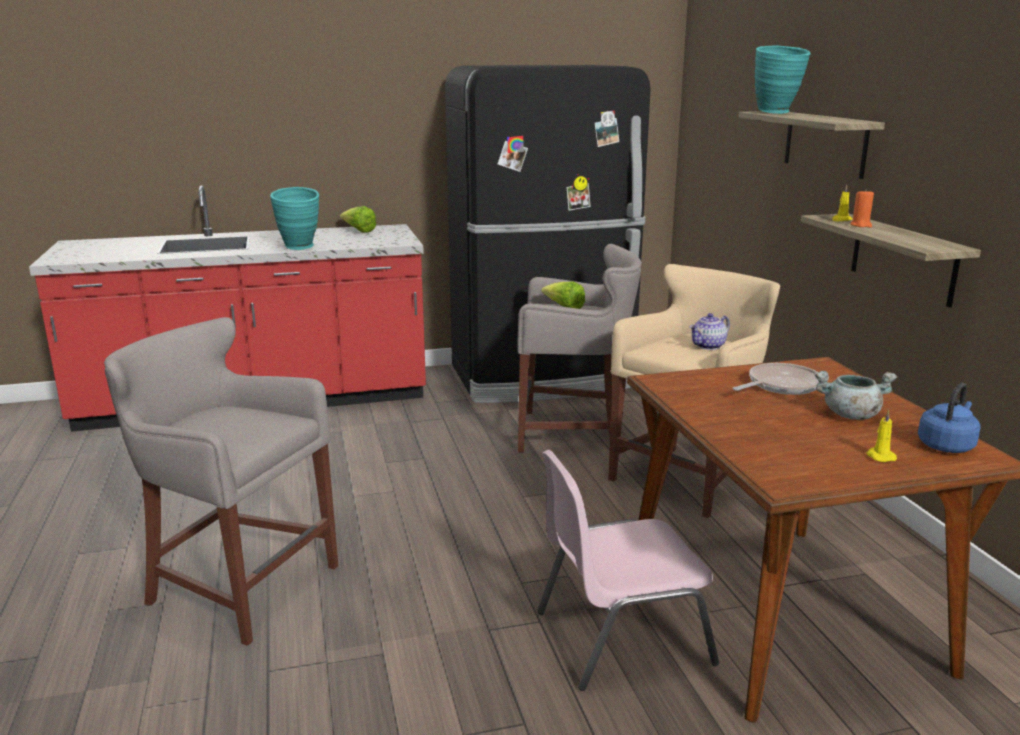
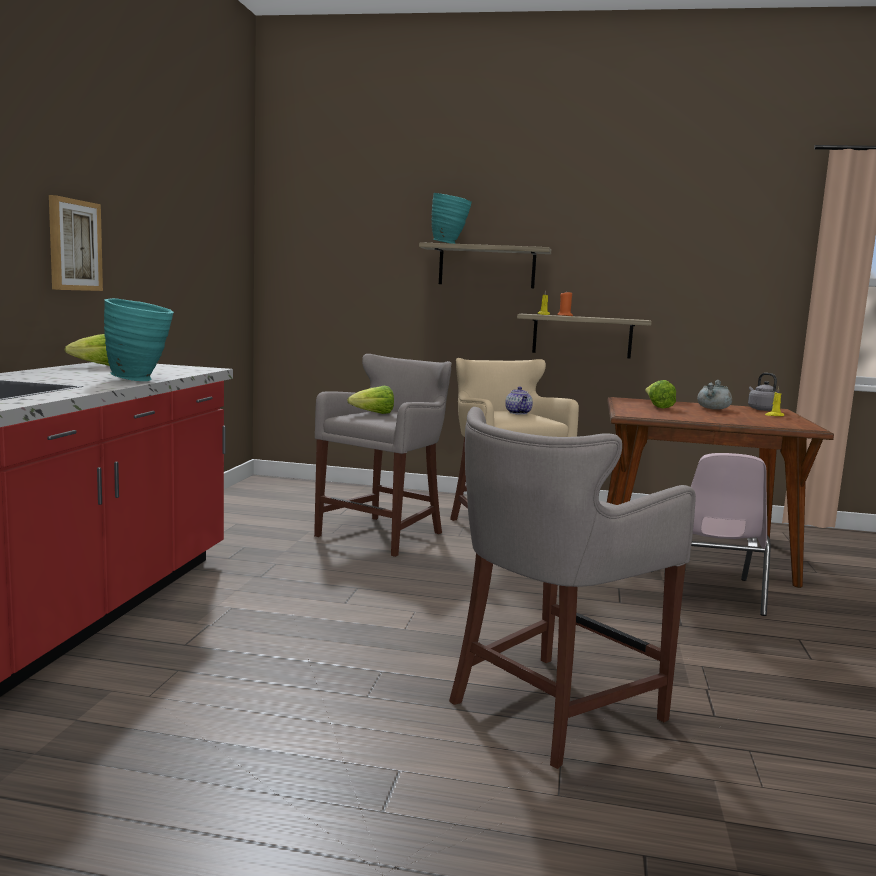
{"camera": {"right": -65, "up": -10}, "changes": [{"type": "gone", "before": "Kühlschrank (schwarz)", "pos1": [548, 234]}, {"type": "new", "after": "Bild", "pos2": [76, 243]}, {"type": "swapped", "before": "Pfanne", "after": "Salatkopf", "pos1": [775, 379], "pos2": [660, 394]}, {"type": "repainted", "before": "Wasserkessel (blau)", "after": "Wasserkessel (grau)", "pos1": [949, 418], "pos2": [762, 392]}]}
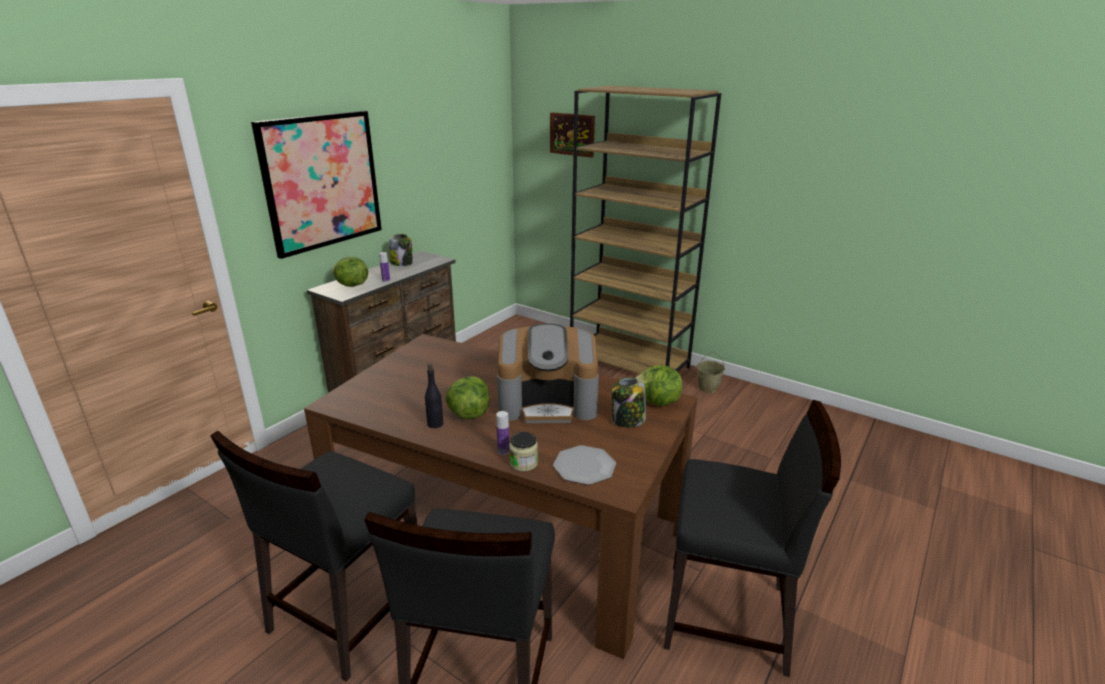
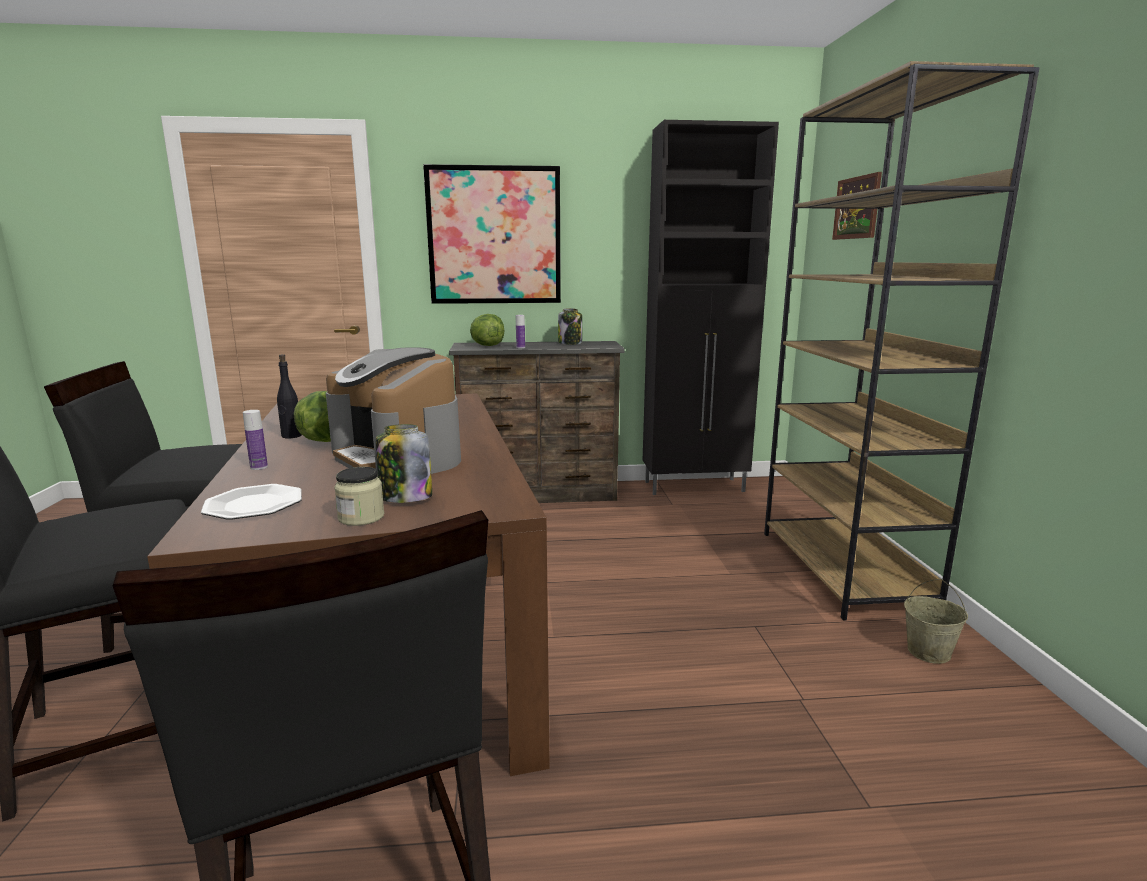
{"camera": {"right": 50, "up": -10}, "changes": [{"type": "gone", "before": "Salatkopf", "pos1": [659, 385]}, {"type": "new", "after": "Schrank (schwarz)", "pos2": [711, 307]}, {"type": "shifted", "before": "Vorratsglas", "pos1": [523, 452], "pos2": [359, 496]}]}
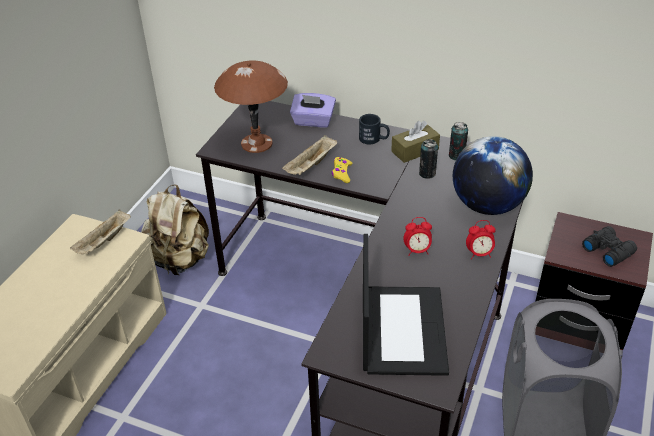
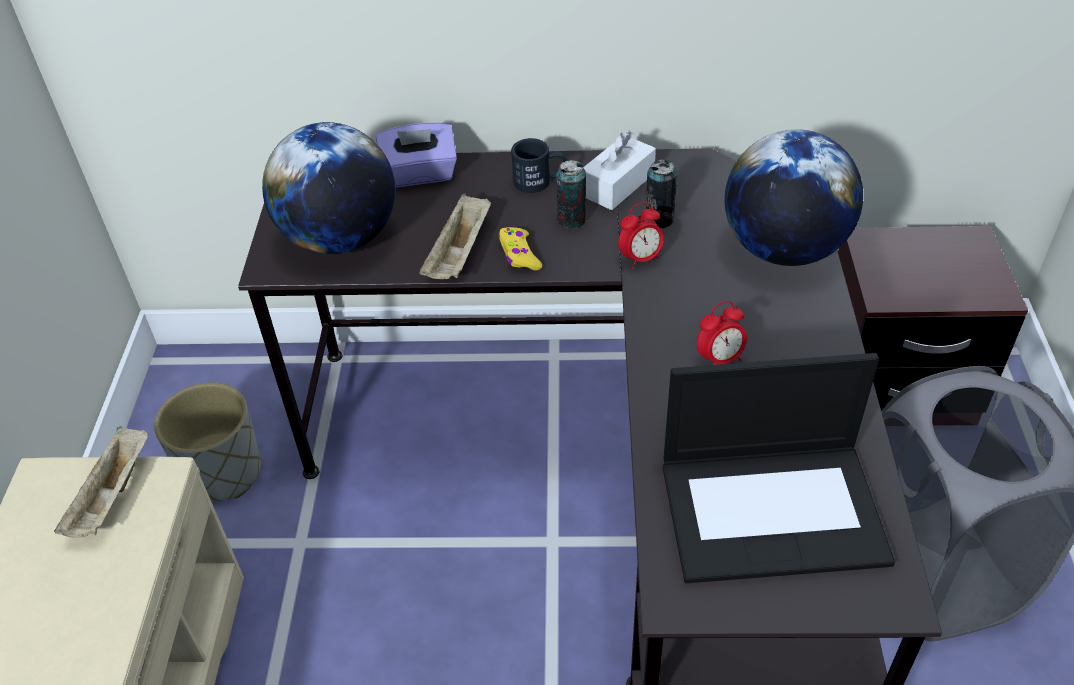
{"camera": {"right": -20, "up": 5}, "changes": [{"type": "gone", "before": "Fernglas (schwarz)", "pos1": [609, 246]}, {"type": "shifted", "before": "Dose", "pos1": [458, 141], "pos2": [571, 194]}, {"type": "shifted", "before": "Wecker", "pos1": [481, 239], "pos2": [641, 236]}, {"type": "swapped", "before": "Rucksack (beige)", "after": "Pflanzkübel (grau)", "pos1": [175, 230], "pos2": [207, 442]}, {"type": "swapped", "before": "Tischlampe (braun)", "after": "Globus", "pos1": [251, 107], "pos2": [328, 188]}, {"type": "repainted", "before": "Taschentuchbox (braun)", "after": "Taschentuchbox (weiß)", "pos1": [415, 142], "pos2": [619, 170]}, {"type": "rotated", "before": "Laptop", "pos1": [406, 305], "pos2": [779, 468], "turn": 105}]}
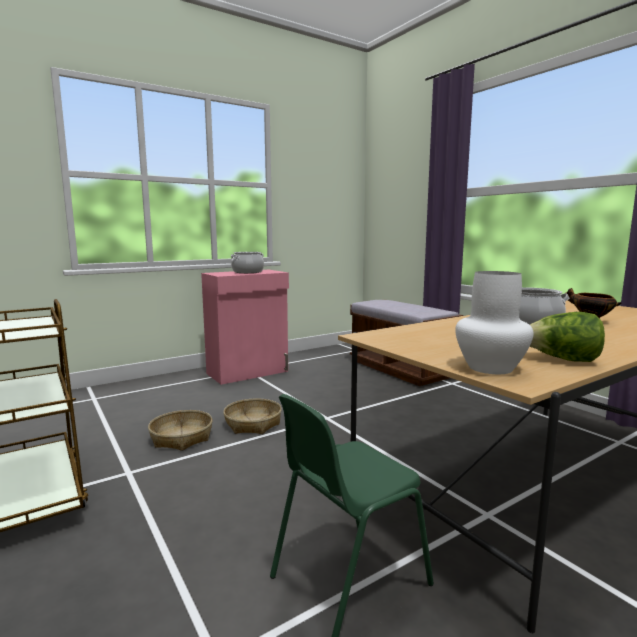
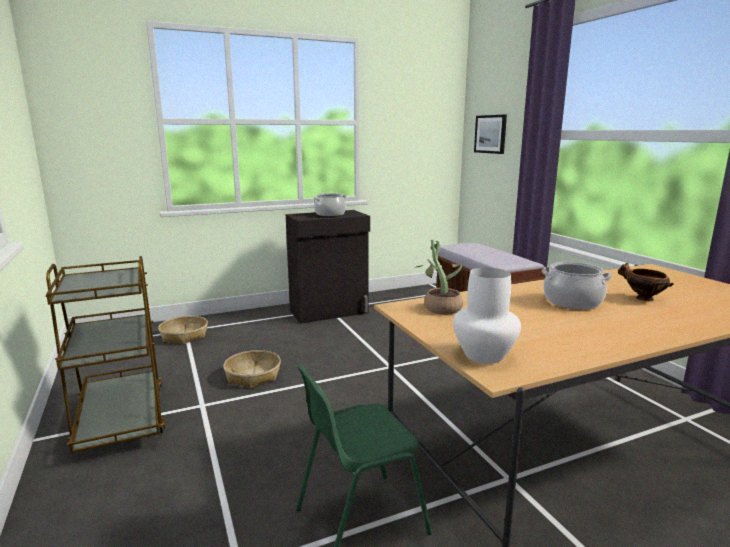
{"camera": {"right": 10, "up": 5}, "changes": [{"type": "gone", "before": "Salatkopf", "pos1": [567, 337]}, {"type": "new", "after": "Topfpflanze", "pos2": [439, 277]}, {"type": "new", "after": "Bild", "pos2": [490, 134]}, {"type": "shifted", "before": "Korb", "pos1": [252, 416], "pos2": [183, 330]}, {"type": "repainted", "before": "Schrank (rosa)", "after": "Schrank (schwarz)", "pos1": [245, 327], "pos2": [328, 267]}]}
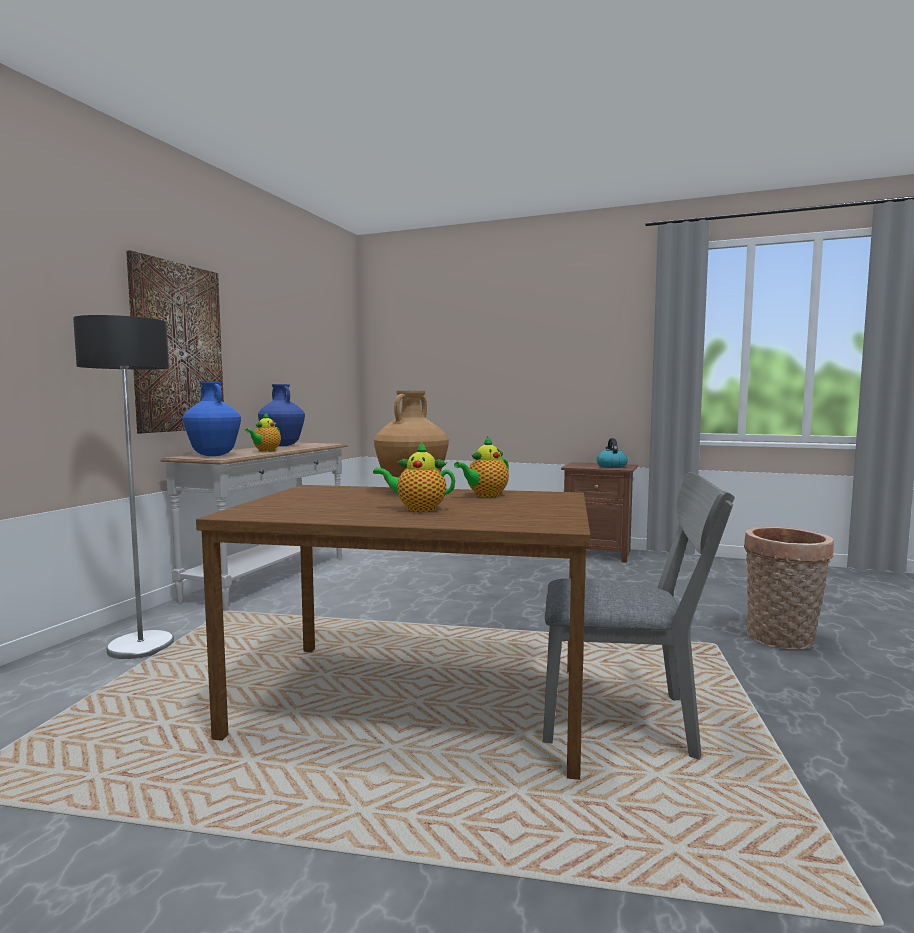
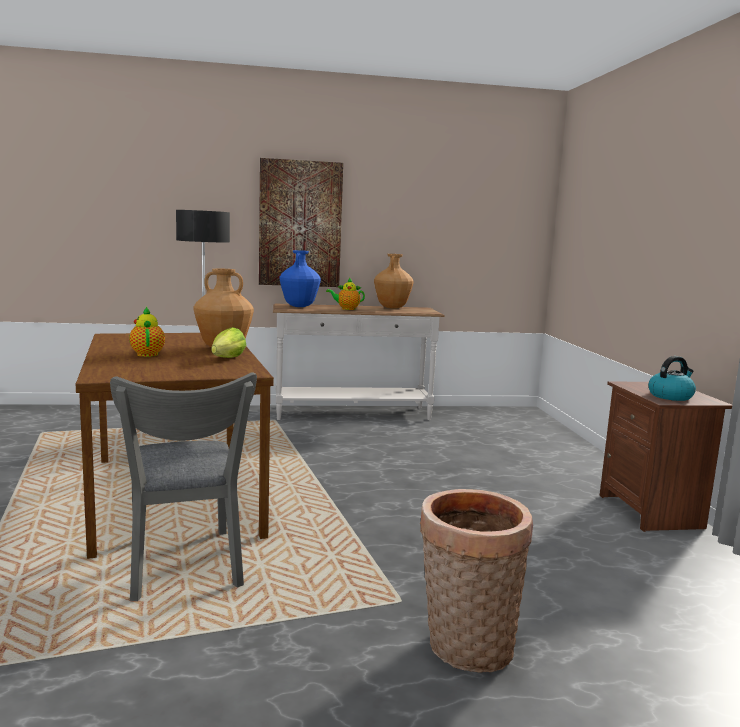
{"camera": {"right": 60, "up": 5}, "changes": [{"type": "swapped", "before": "Teekanne", "after": "Salatkopf", "pos1": [481, 466], "pos2": [228, 342]}, {"type": "repainted", "before": "Vase (blau)", "after": "Vase (braun)", "pos1": [281, 415], "pos2": [394, 281]}]}
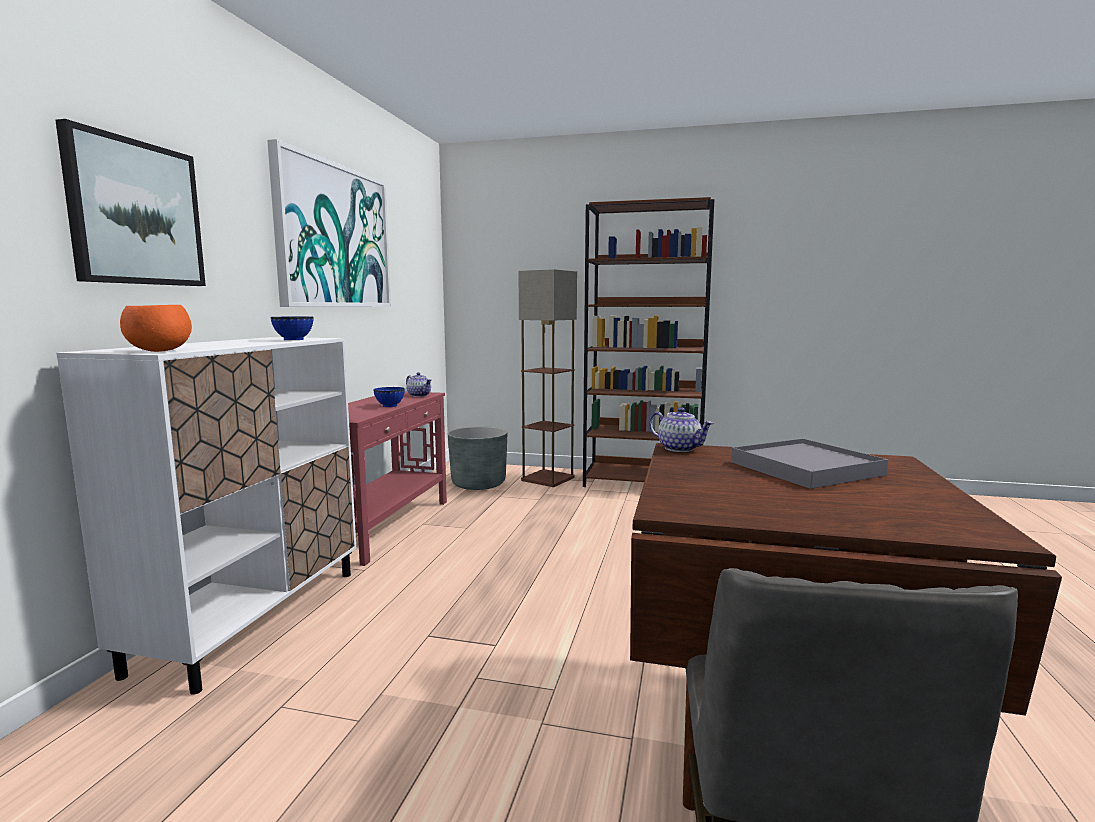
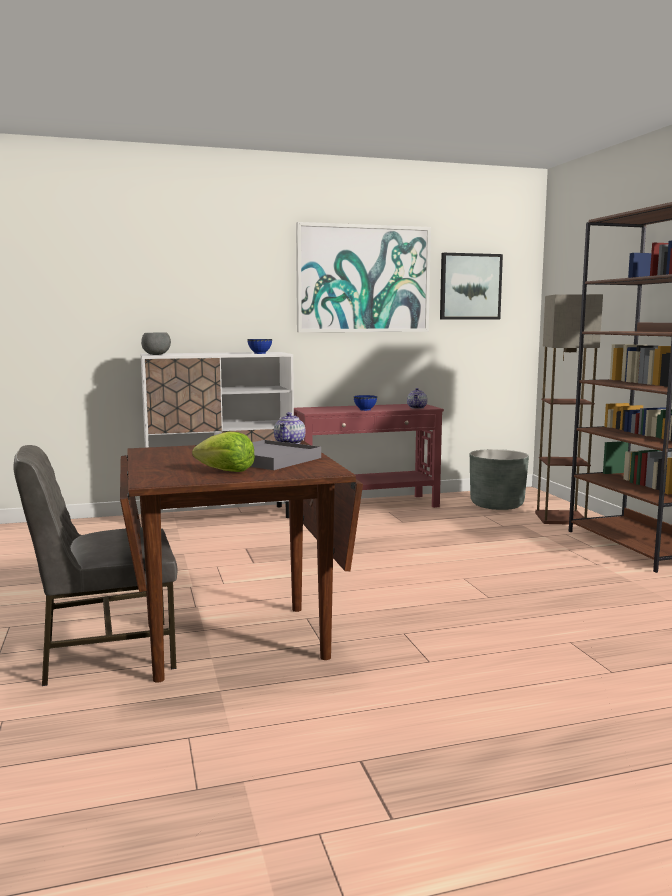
{"camera": {"right": 60, "up": 0}, "changes": [{"type": "new", "after": "Salatkopf", "pos2": [223, 452]}, {"type": "shifted", "before": "Bild", "pos1": [130, 202], "pos2": [471, 286]}, {"type": "repainted", "before": "Schüssel (orange)", "after": "Schüssel (grau)", "pos1": [156, 328], "pos2": [156, 343]}]}
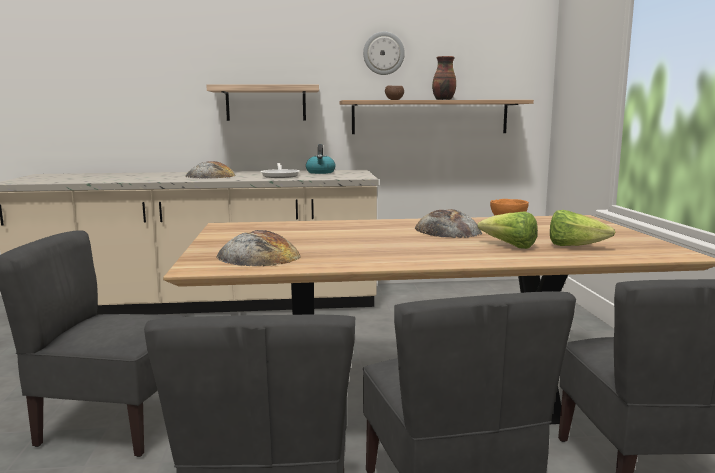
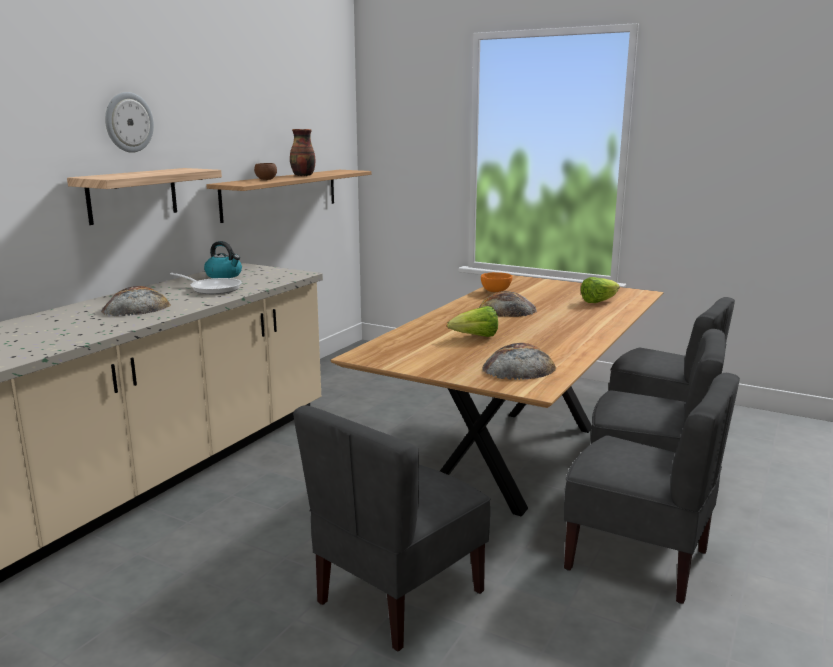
{"camera": {"right": -55, "up": 5}, "changes": [{"type": "shifted", "before": "Wanduhr", "pos1": [384, 53], "pos2": [129, 122]}, {"type": "shifted", "before": "Salatkopf", "pos1": [508, 230], "pos2": [472, 321]}]}
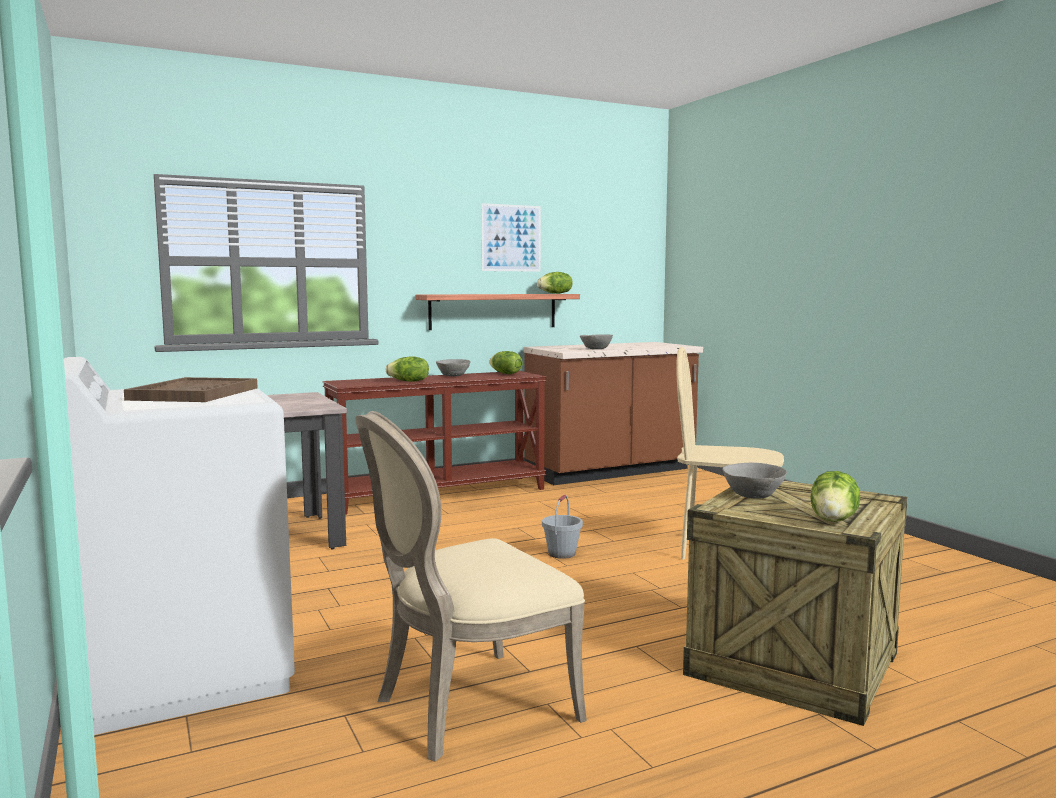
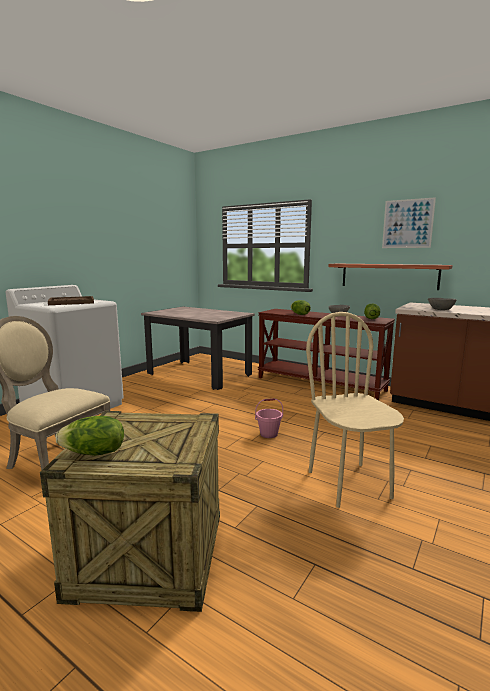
{"camera": {"right": 60, "up": 5}, "changes": [{"type": "gone", "before": "Salatkopf", "pos1": [555, 283]}, {"type": "gone", "before": "Schüssel (grau)", "pos1": [754, 481]}, {"type": "repainted", "before": "Eimer (grau)", "after": "Eimer (rosa)", "pos1": [562, 527], "pos2": [269, 418]}]}
